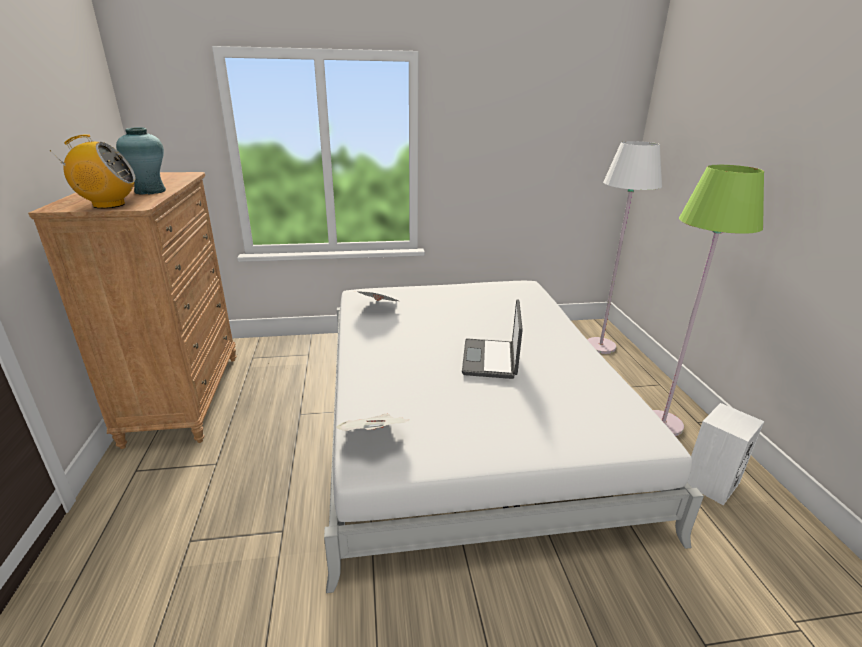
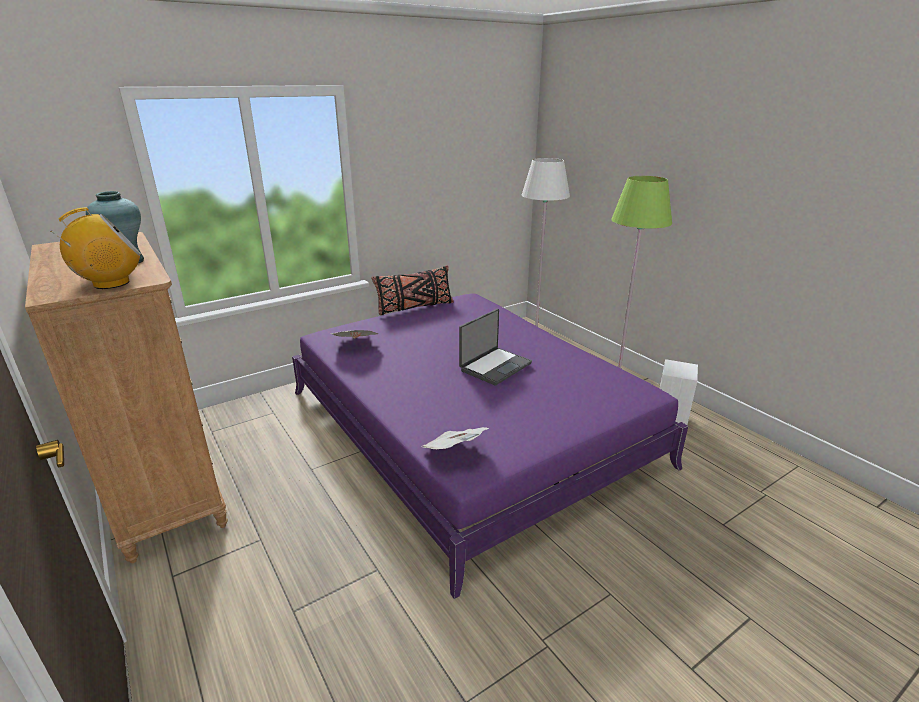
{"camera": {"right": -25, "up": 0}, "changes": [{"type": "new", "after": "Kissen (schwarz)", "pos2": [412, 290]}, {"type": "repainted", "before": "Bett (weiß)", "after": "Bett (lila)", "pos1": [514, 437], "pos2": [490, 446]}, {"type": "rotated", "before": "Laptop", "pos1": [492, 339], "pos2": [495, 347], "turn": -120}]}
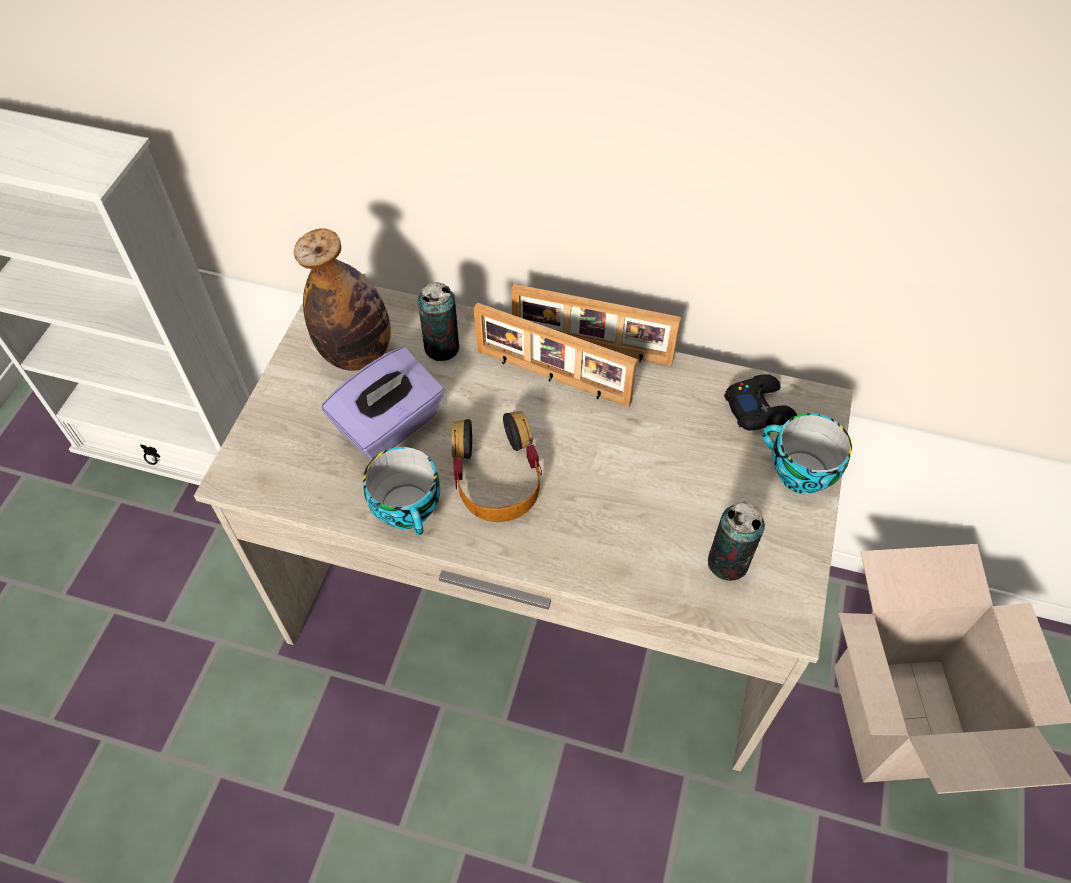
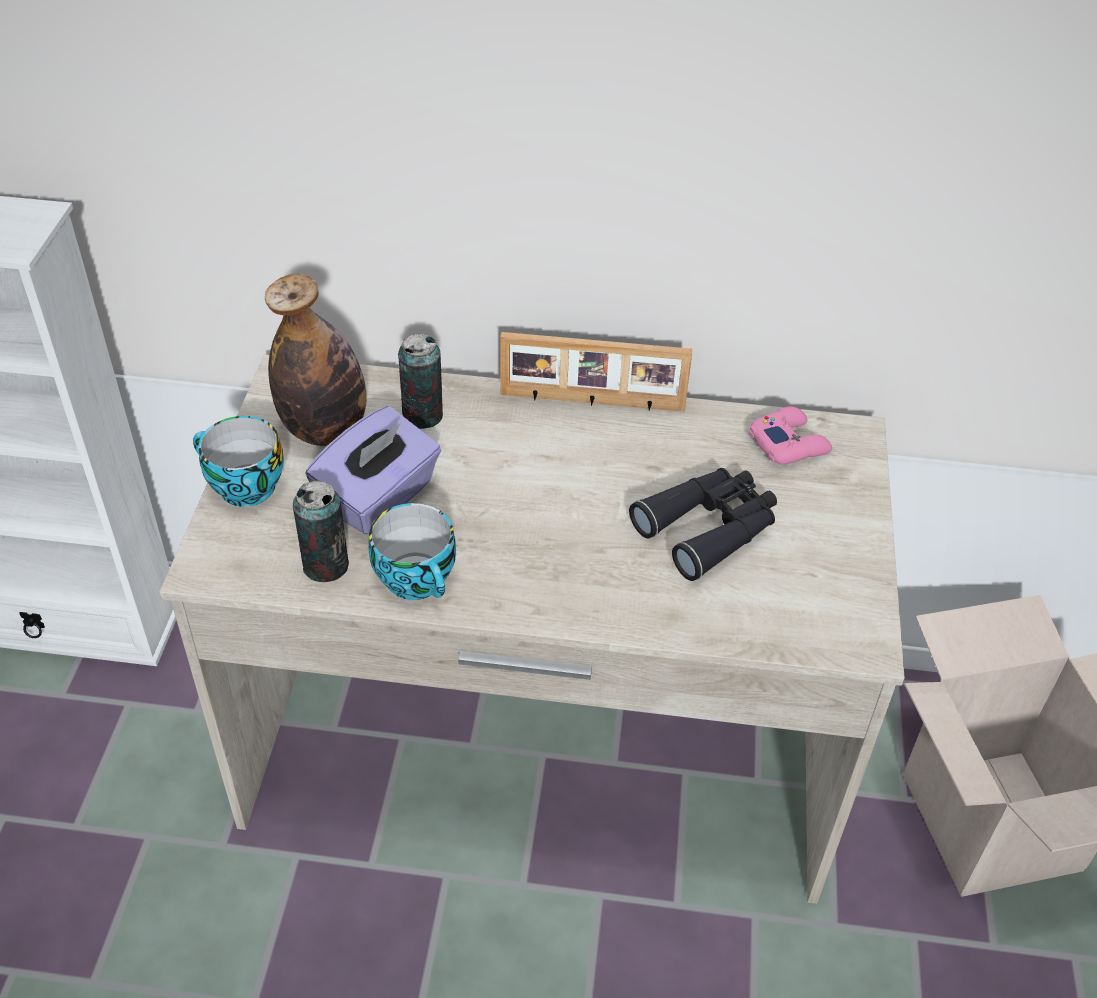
{"camera": {"right": -10, "up": -10}, "changes": [{"type": "gone", "before": "Kopfhörer", "pos1": [496, 466]}, {"type": "gone", "before": "Bilderrahmen", "pos1": [556, 354]}, {"type": "new", "after": "Fernglas (schwarz)", "pos2": [703, 524]}, {"type": "shifted", "before": "Dose", "pos1": [736, 541], "pos2": [321, 531]}, {"type": "shifted", "before": "Tasse", "pos1": [807, 453], "pos2": [238, 461]}, {"type": "repainted", "before": "Gamepad (schwarz)", "after": "Gamepad (rosa)", "pos1": [760, 402], "pos2": [790, 435]}]}
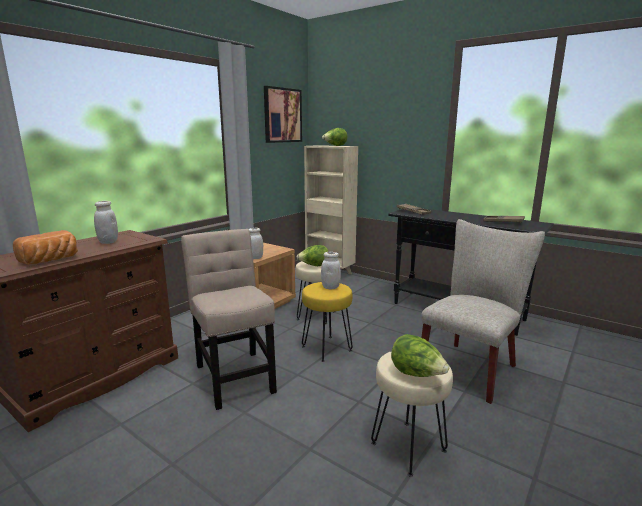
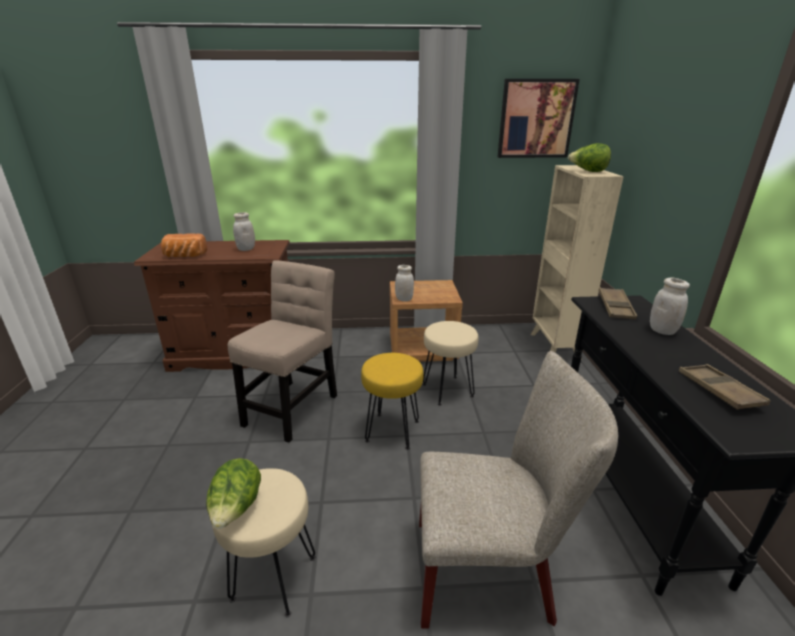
{"camera": {"right": 50, "up": 10}, "changes": [{"type": "gone", "before": "Salatkopf", "pos1": [312, 255]}, {"type": "shifted", "before": "Vorratsglas (weiß)", "pos1": [331, 270], "pos2": [670, 306]}]}
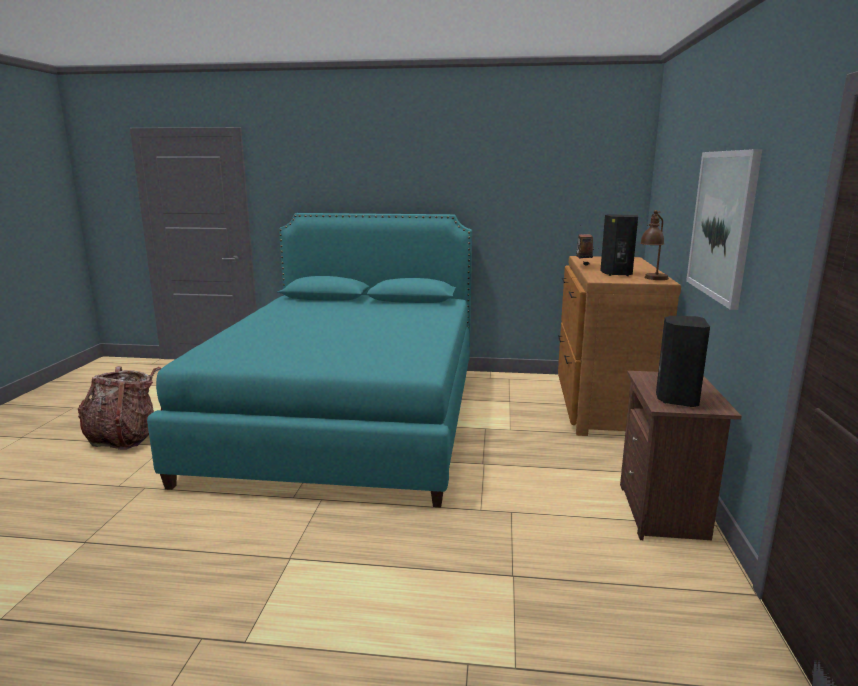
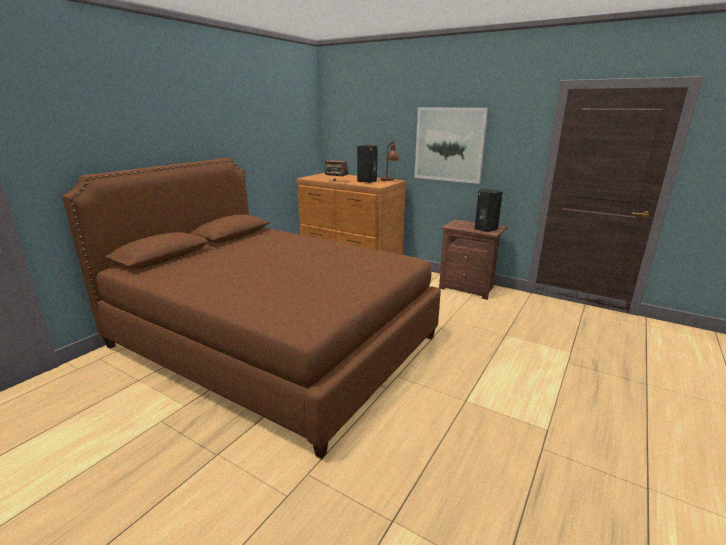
{"camera": {"right": -65, "up": 5}, "changes": [{"type": "gone", "before": "Rucksack", "pos1": [120, 408]}, {"type": "repainted", "before": "Bett (türkis)", "after": "Bett (braun)", "pos1": [309, 360], "pos2": [251, 308]}]}
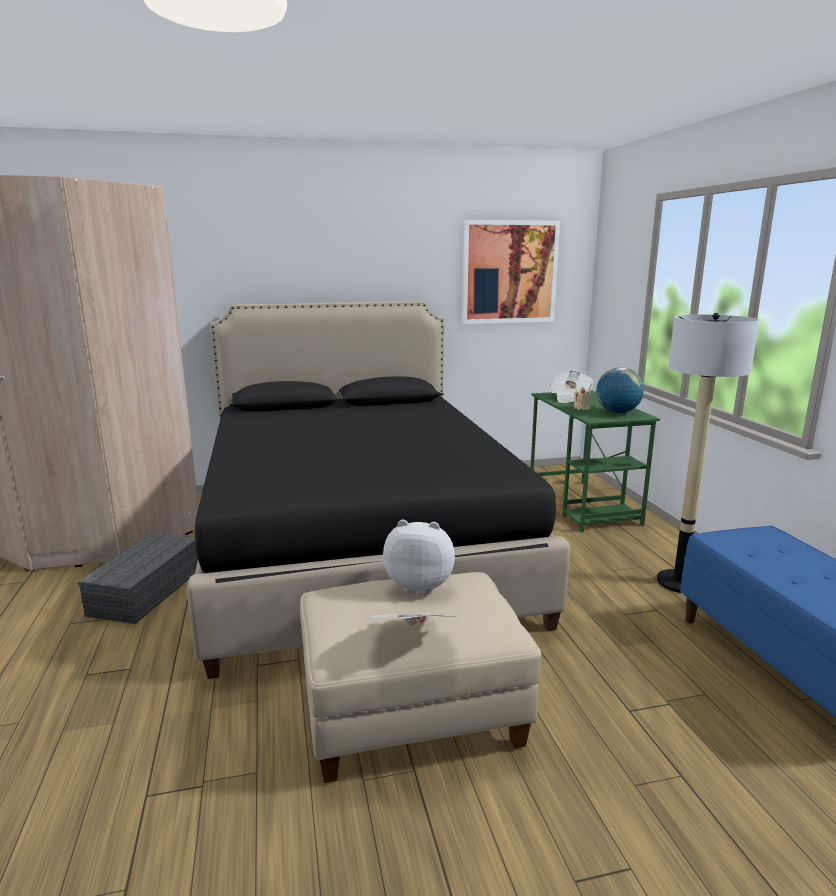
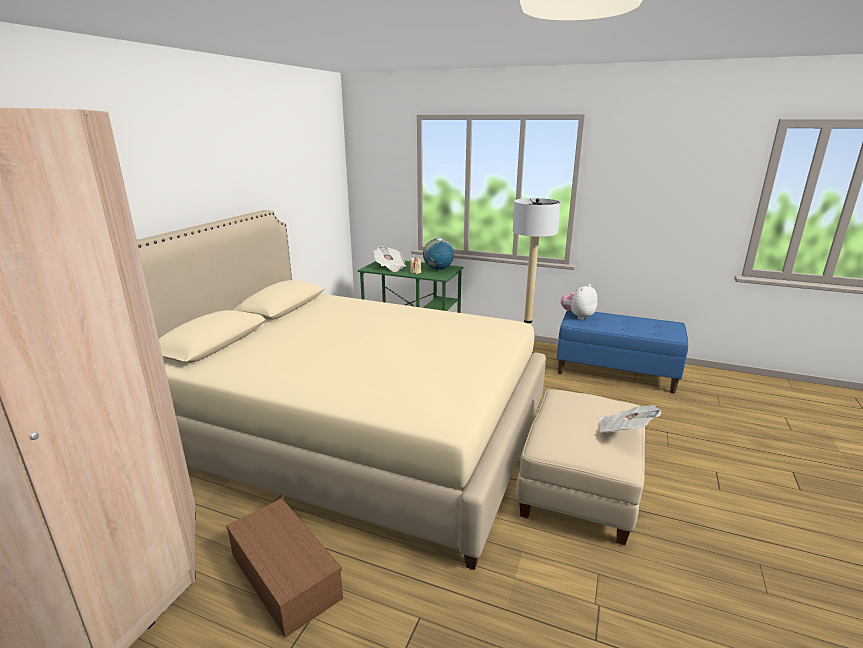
{"camera": {"right": -55, "up": 5}, "changes": [{"type": "gone", "before": "Bild", "pos1": [511, 272]}, {"type": "shifted", "before": "Plüschtier", "pos1": [419, 557], "pos2": [579, 302]}, {"type": "repainted", "before": "Aufbewahrungsbox (grau)", "after": "Aufbewahrungsbox (braun)", "pos1": [138, 578], "pos2": [284, 568]}, {"type": "repainted", "before": "Bett (schwarz)", "after": "Bett (beige)", "pos1": [378, 490], "pos2": [341, 390]}]}
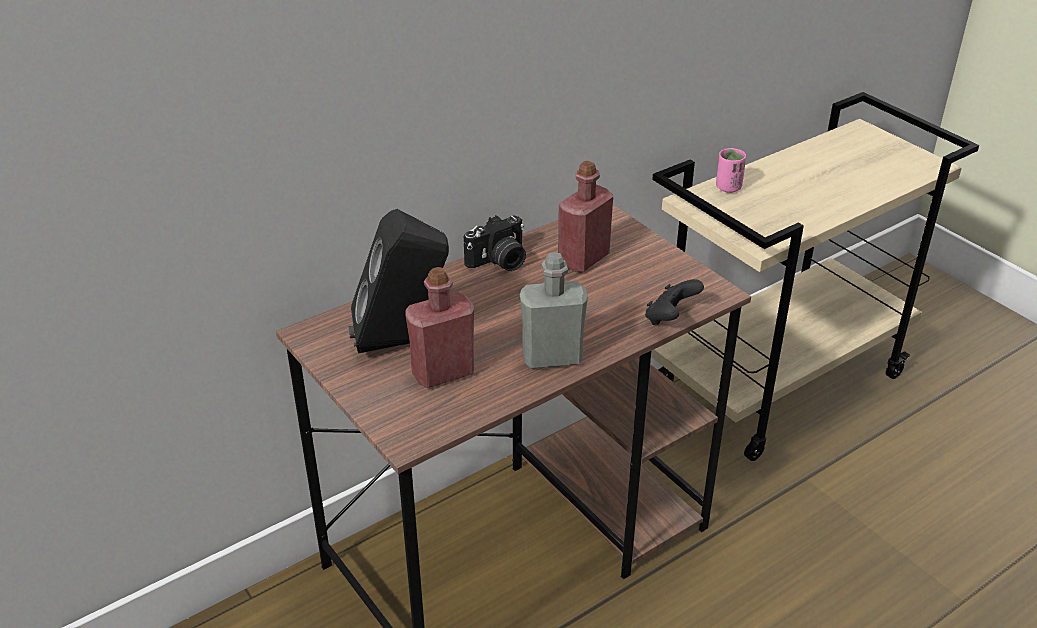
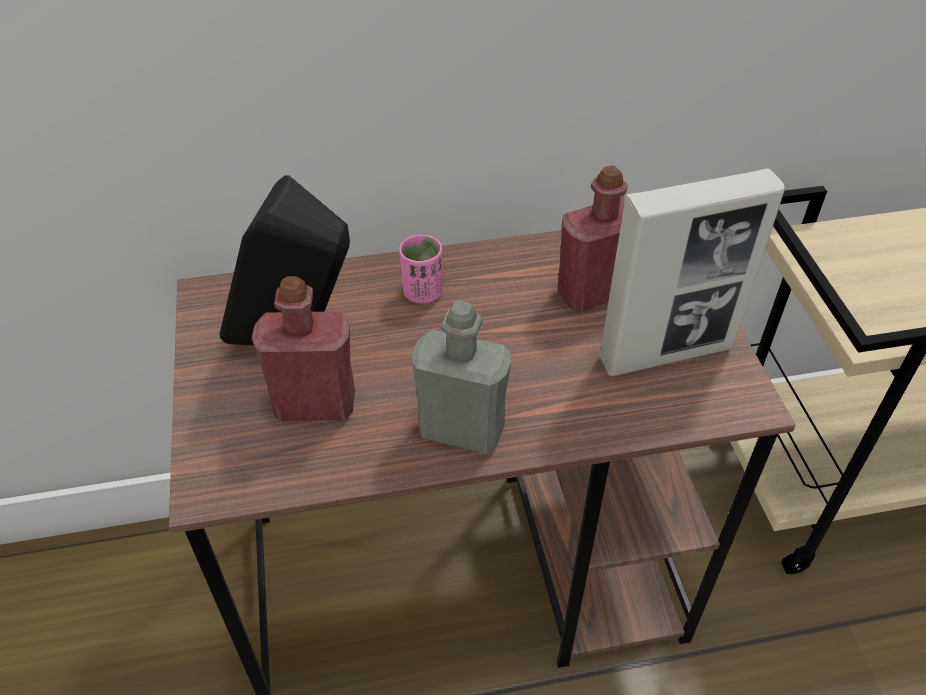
{"camera": {"right": 25, "up": 10}, "changes": [{"type": "gone", "before": "Kamera", "pos1": [495, 243]}, {"type": "gone", "before": "Gamepad (schwarz)", "pos1": [674, 302]}, {"type": "new", "after": "Bilderrahmen", "pos2": [692, 272]}, {"type": "shifted", "before": "Tasse (rosa)", "pos1": [731, 170], "pos2": [421, 269]}]}
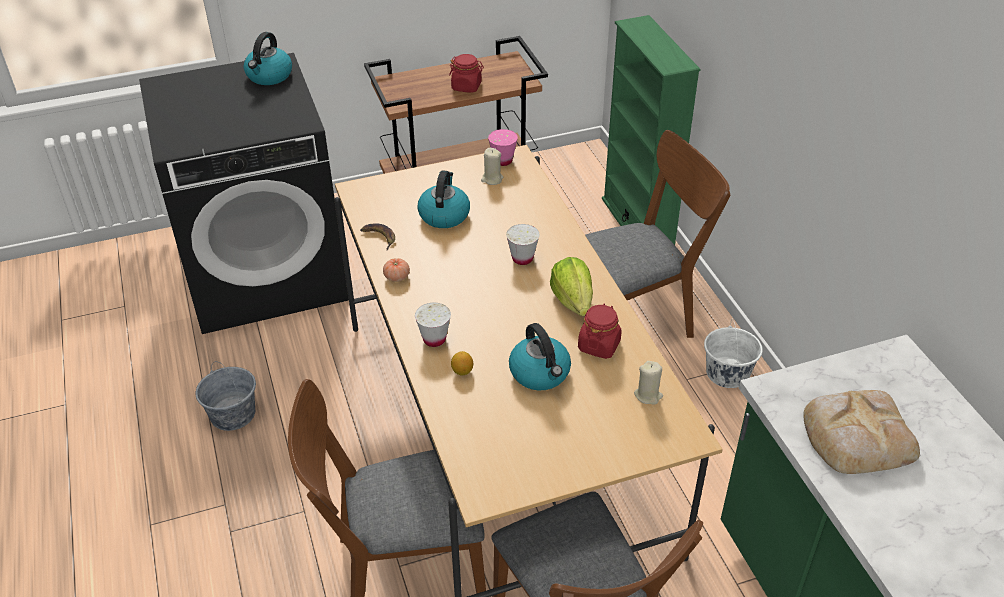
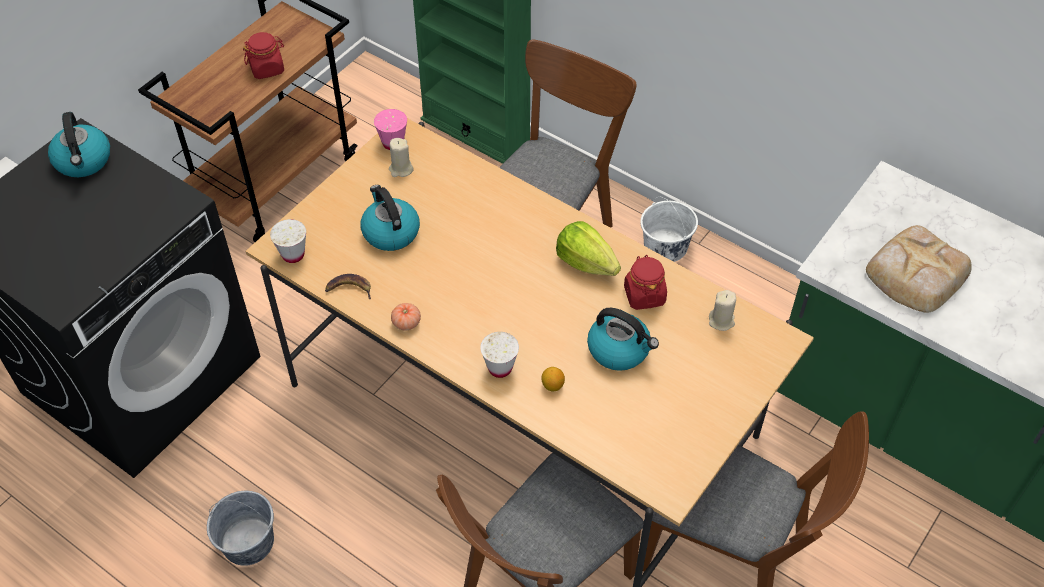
{"camera": {"right": -35, "up": 10}, "changes": [{"type": "shifted", "before": "Tasse (weiß)", "pos1": [522, 244], "pos2": [288, 241]}]}
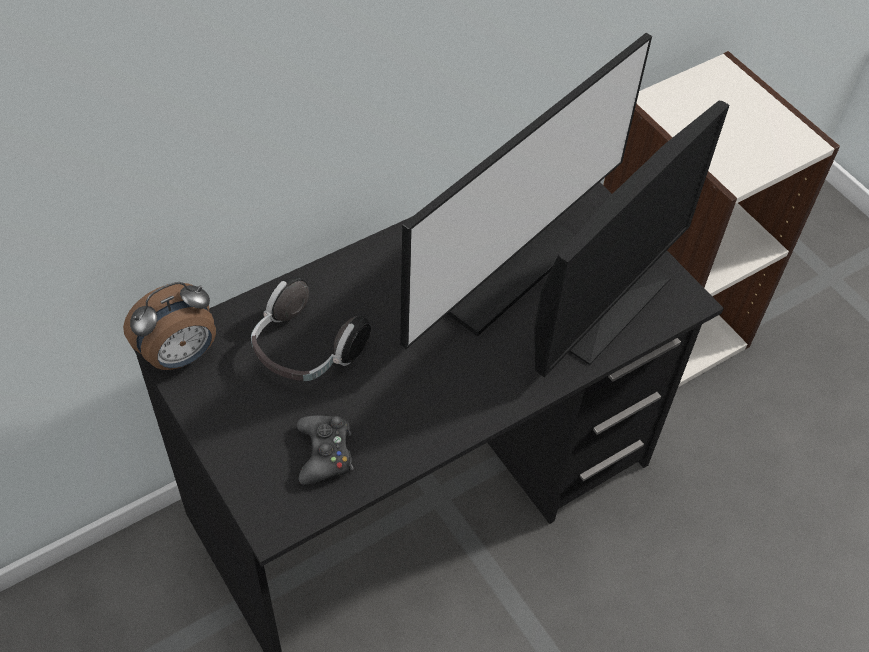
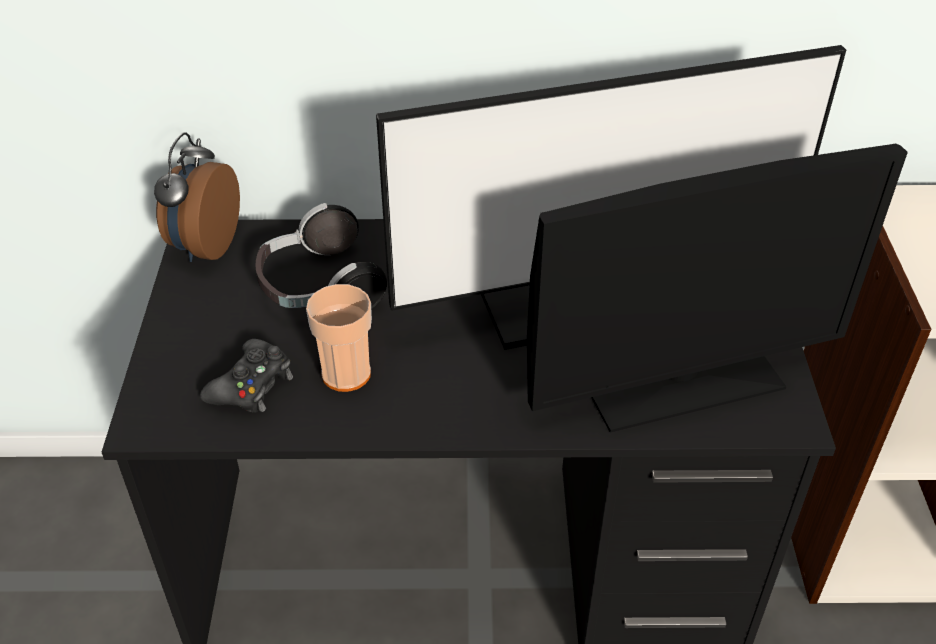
{"camera": {"right": 35, "up": -10}, "changes": [{"type": "new", "after": "Tasse", "pos2": [339, 338]}, {"type": "rotated", "before": "Wecker", "pos1": [169, 326], "pos2": [197, 197], "turn": 105}]}
